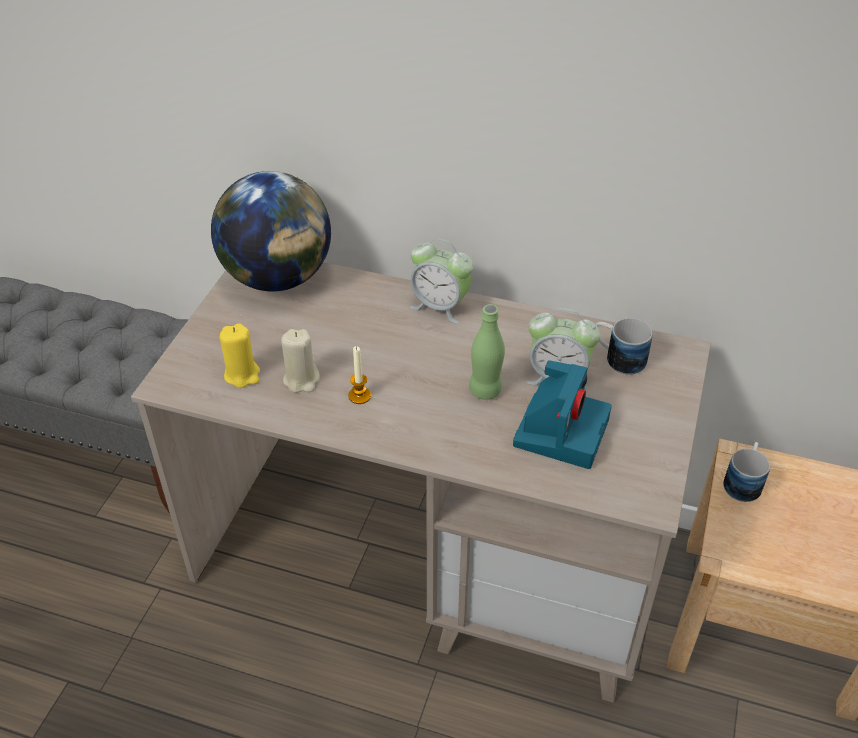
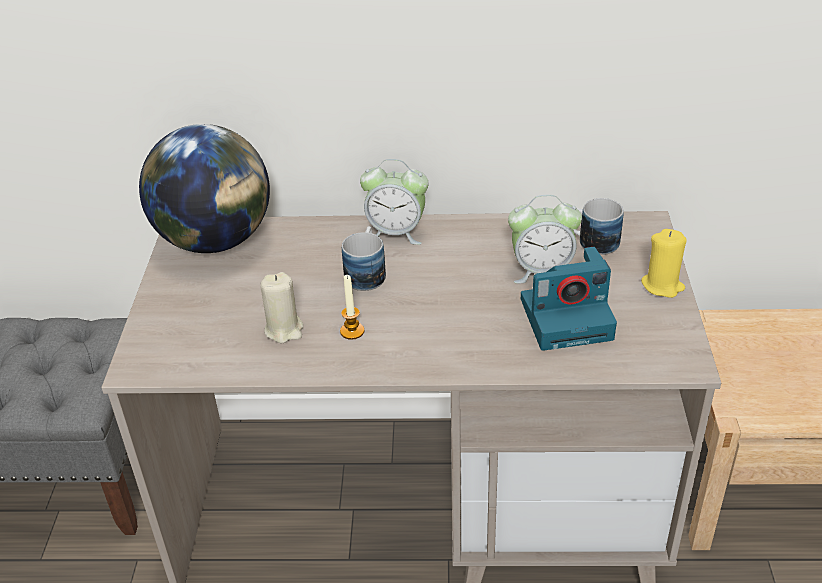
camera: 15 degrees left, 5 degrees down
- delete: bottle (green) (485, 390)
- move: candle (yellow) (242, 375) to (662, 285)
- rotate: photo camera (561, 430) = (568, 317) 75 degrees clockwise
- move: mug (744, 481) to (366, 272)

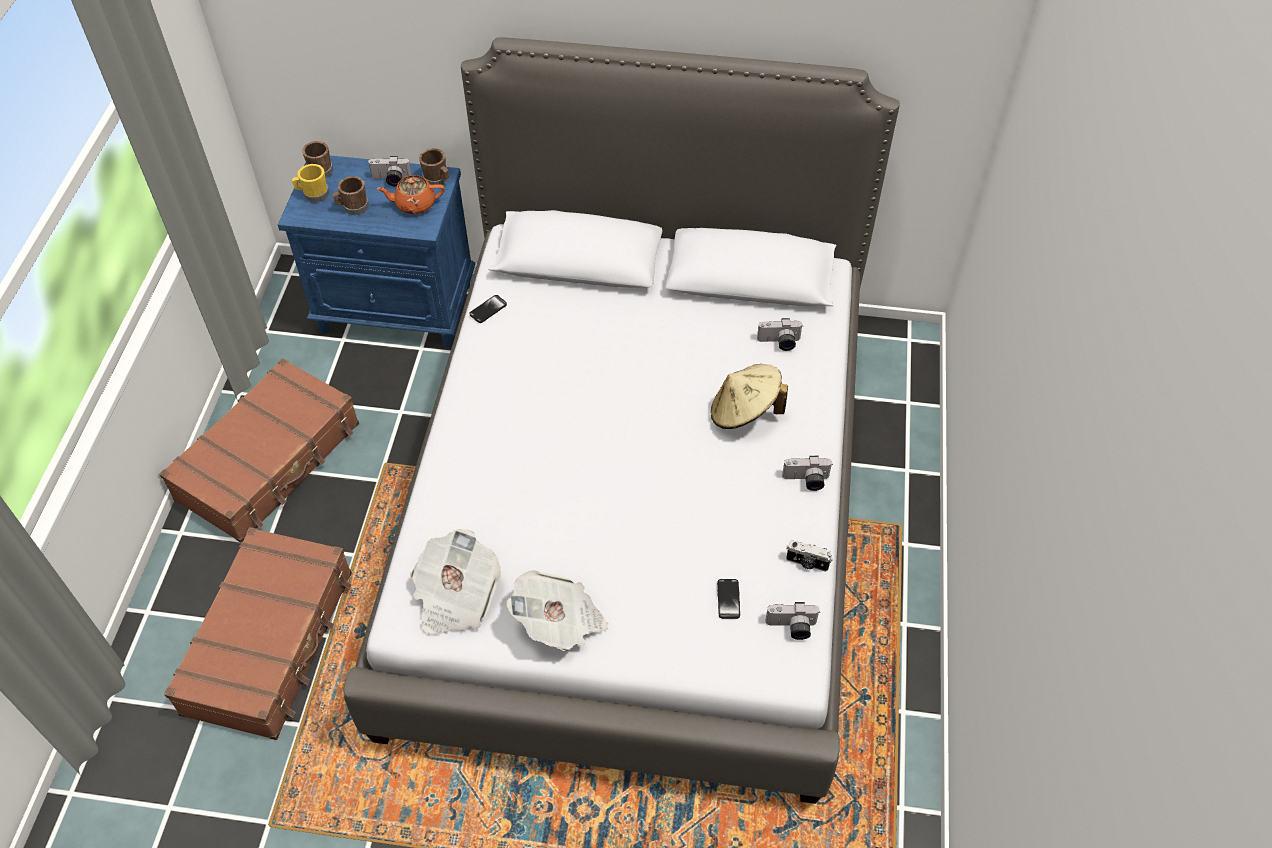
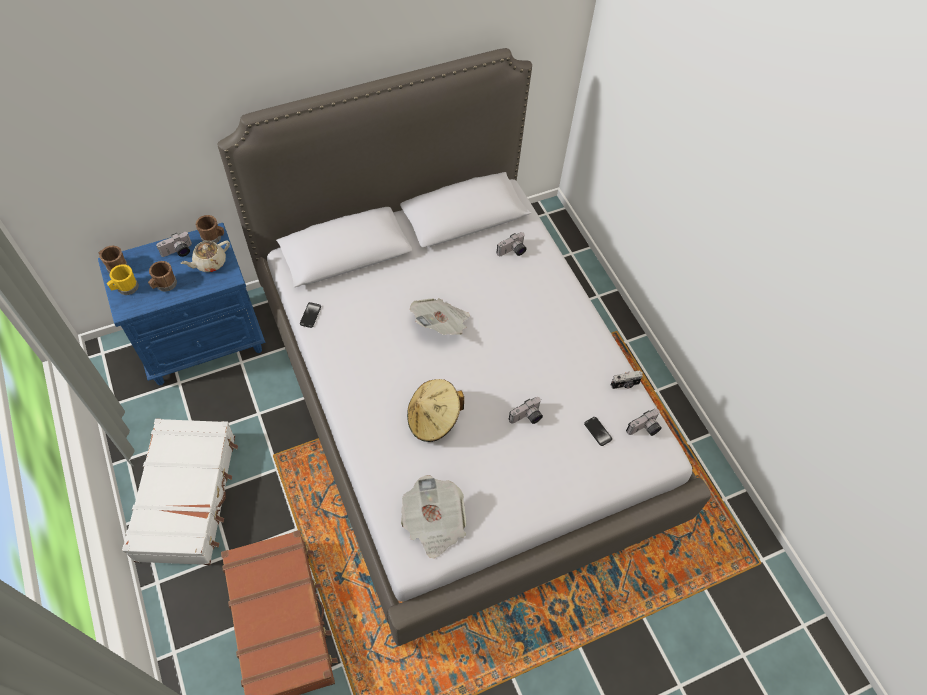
camera: 35 degrees left, 5 degrees up
- recolor: teapot (orange) (414, 204) to teapot (beige) (209, 263)
- recolor: suitcase (brown) (270, 461) to suitcase (white) (188, 496)
- move: hat (beige) (744, 412) to (433, 419)
- move: photo camera (806, 481) to (527, 418)
- move: newspaper (559, 622) to (441, 324)

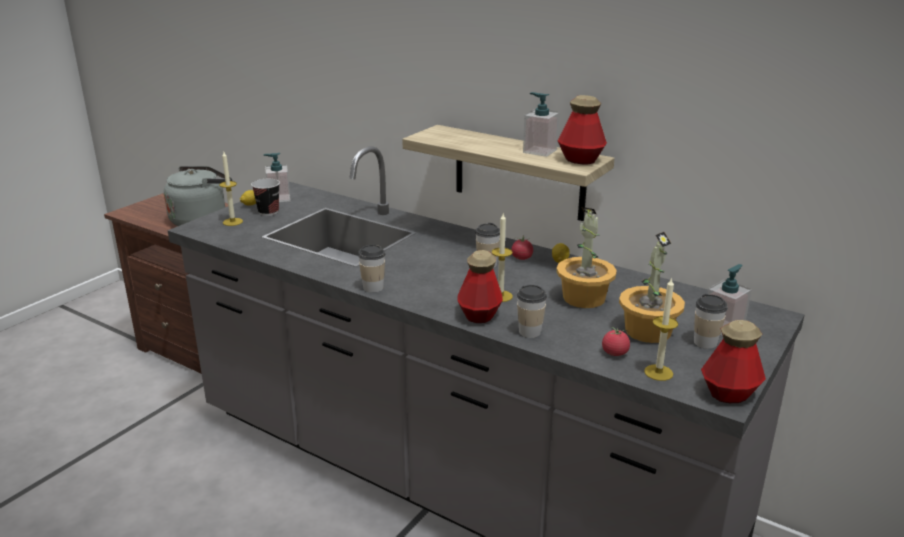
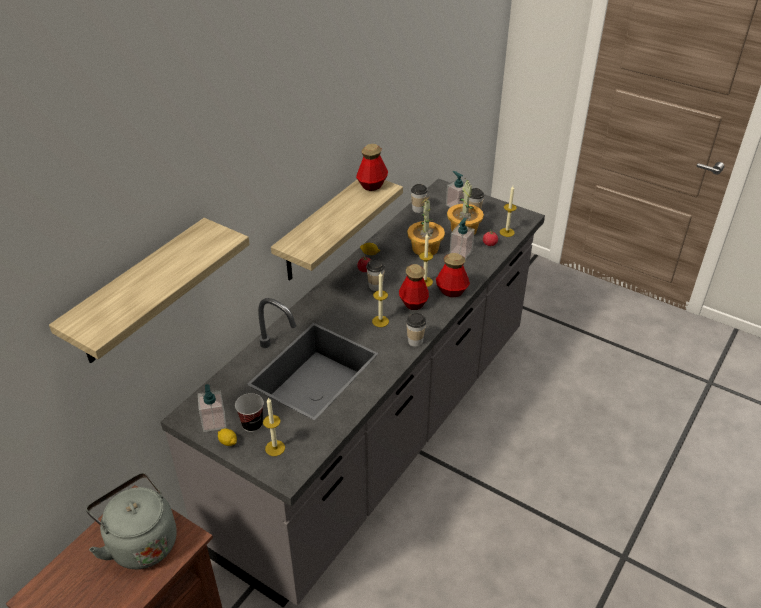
camera: 90 degrees left, 15 degrees up
- move: soap dispenser (539, 151) to (461, 252)
- move: cup (530, 332) to (418, 209)
- move: bottle (729, 394) to (413, 303)
- insert: shelf (139, 293)
- insert: candle (380, 321)

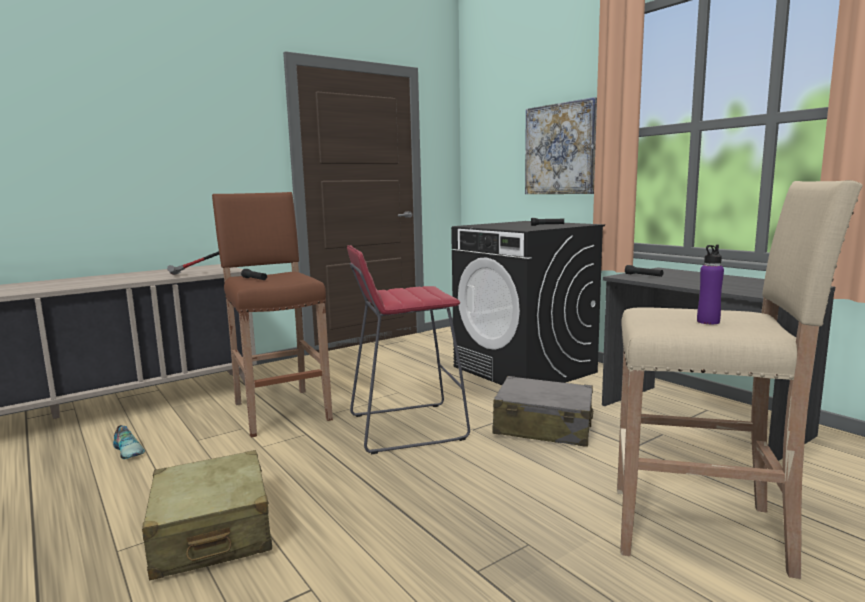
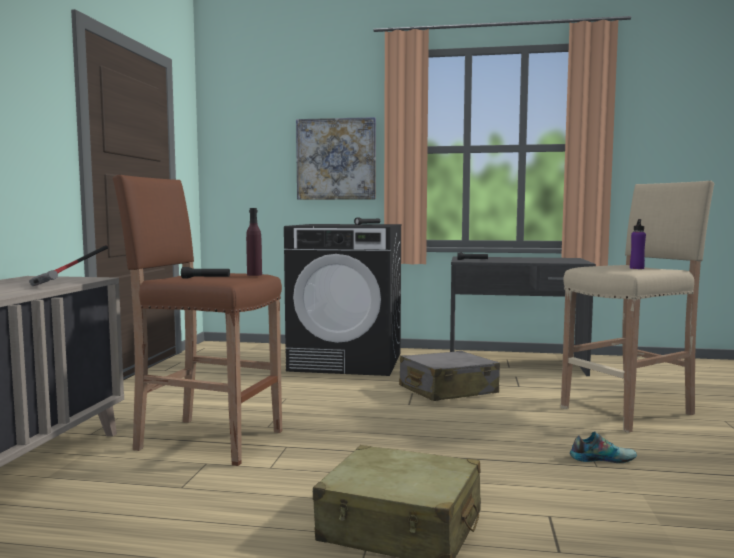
camera: 45 degrees left, 5 degrees down
- delete: stool (red) (406, 427)
- move: shoe (129, 450) to (601, 458)
- insert: bottle (purple) (254, 275)

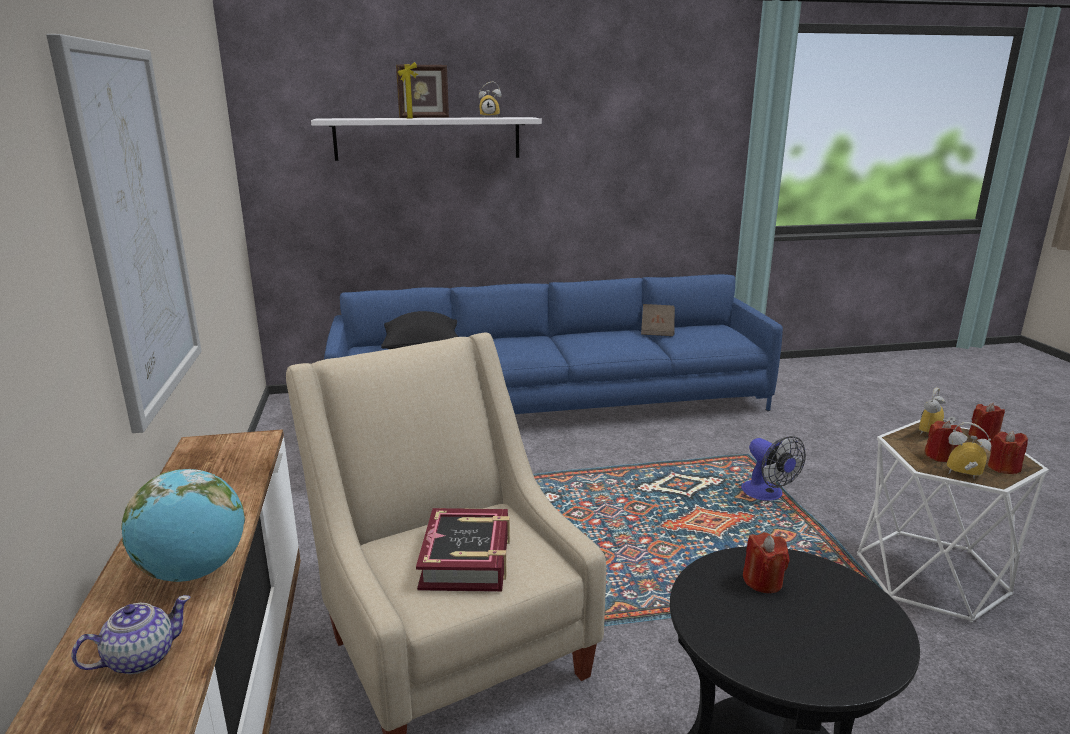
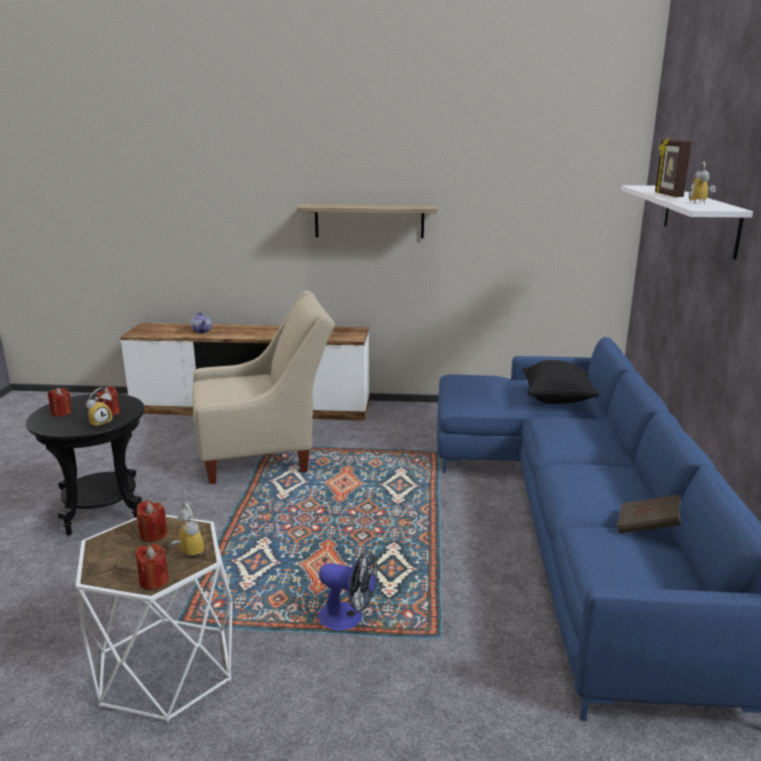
camera: 105 degrees right, 0 degrees up
- replace: picture (135, 229) to shelf (369, 221)
- move: alarm clock (962, 476) to (100, 423)
- move: candle (red) (1003, 468) to (61, 413)
- rotate: fan (767, 494) = (348, 618) 150 degrees counterclockwise
- delete: globe (194, 571)
- delete: book (467, 559)

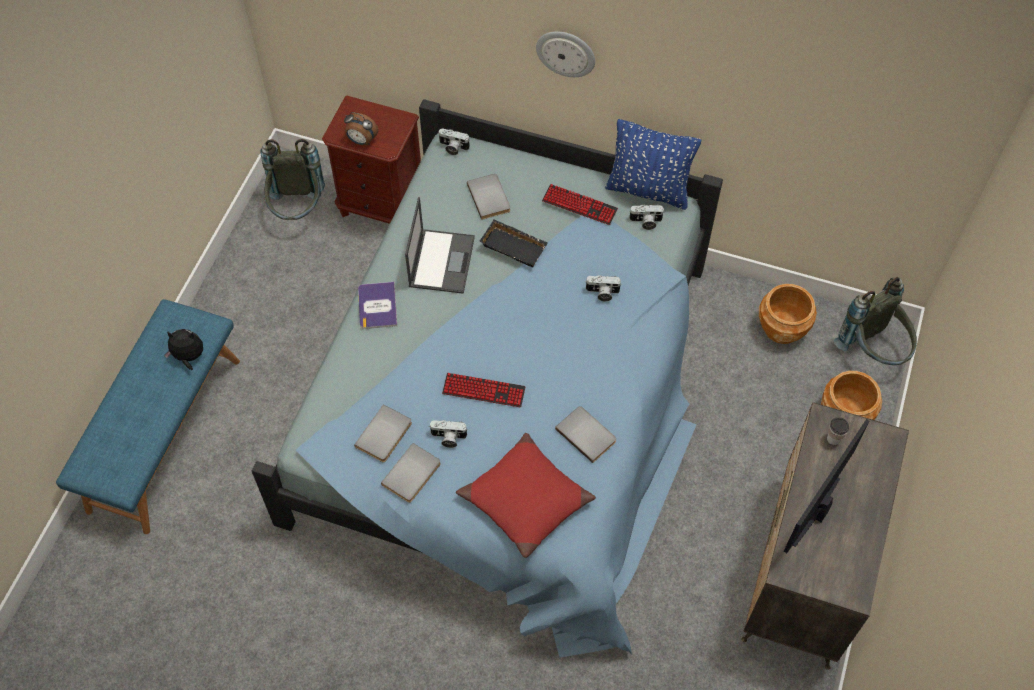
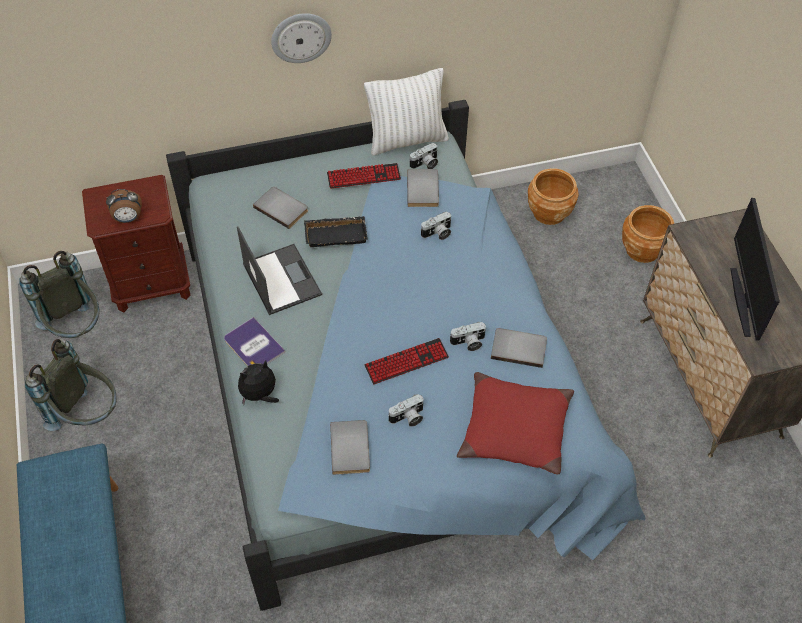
camera: 35 degrees left, 5 degrees down
- recolor: pillow (blue) (648, 190) to pillow (white) (407, 140)
- move: photo camera (453, 147) to (468, 343)
- move: backpack (grey) (873, 351) to (88, 415)
- move: plush toy (189, 357) to (260, 395)
- delete: cup (833, 439)
- move: book (grey) (413, 475) to (424, 189)

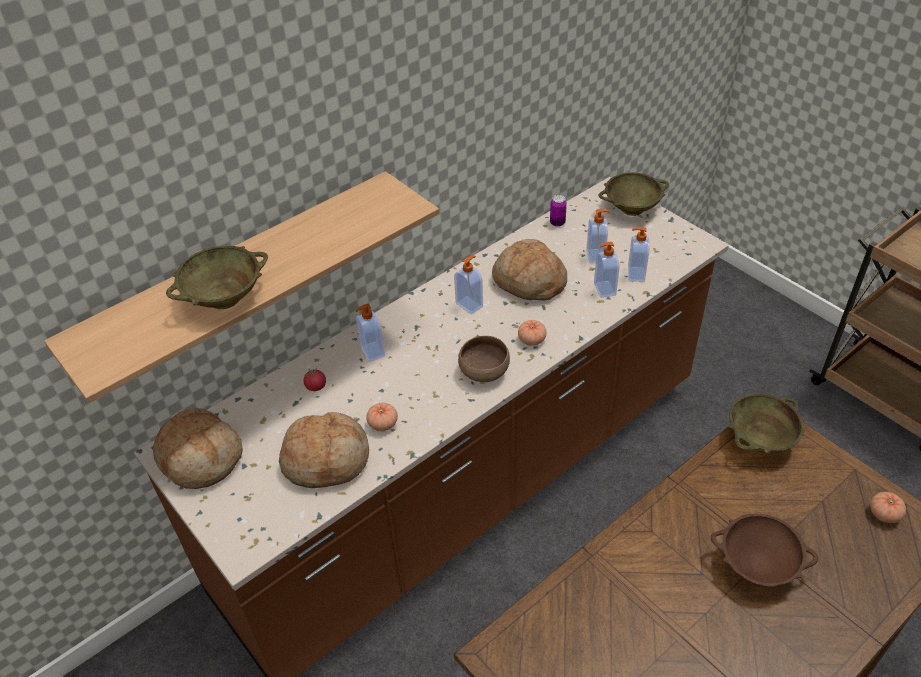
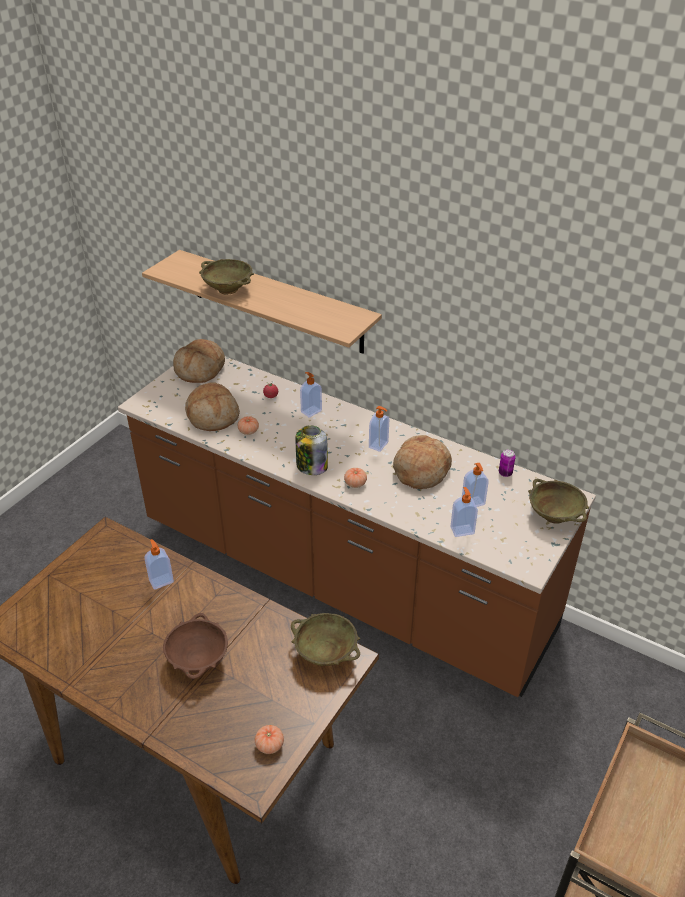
camera: 70 degrees right, 5 degrees down
- move: soap dispenser (603, 289) to (161, 580)
- replace: bowl (brown) (484, 373) to jar (311, 466)

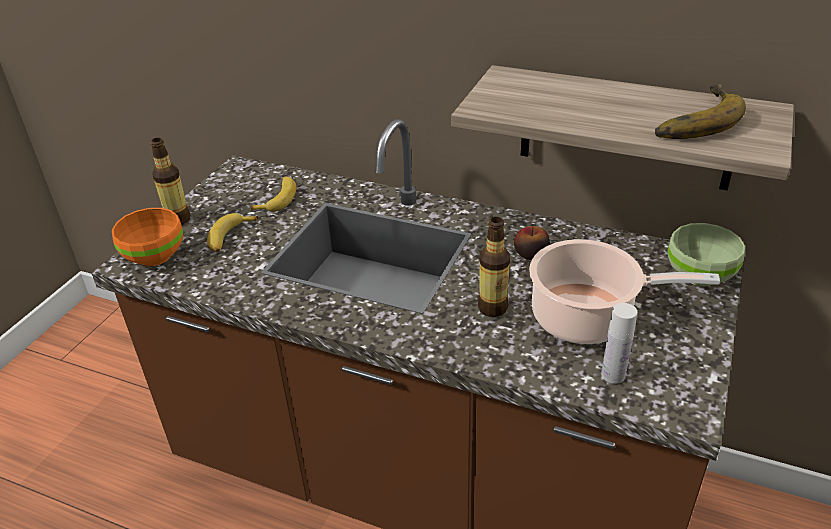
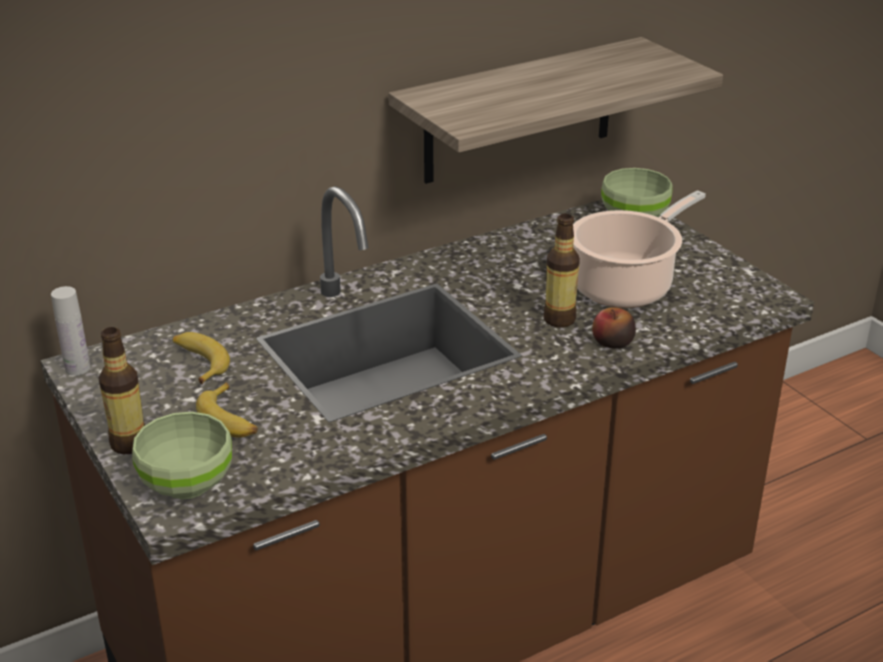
camera: 55 degrees left, 5 degrees down
- delete: banana (691, 119)
- recolor: bowl (orange) (155, 255) to bowl (green) (185, 483)
- move: apple (531, 254) to (612, 342)
- move: bottle (white) (613, 375) to (77, 368)

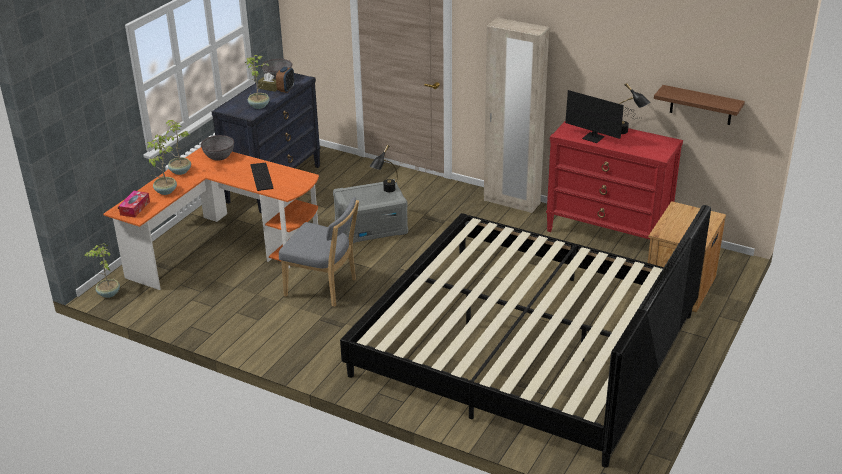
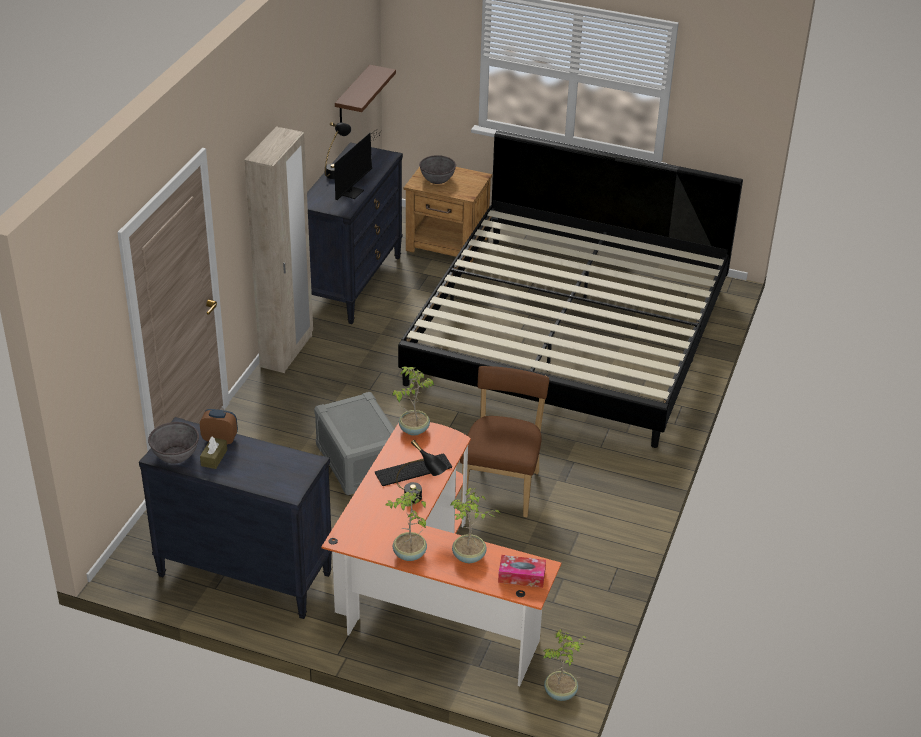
camera: 100 degrees left, 5 degrees up
- move: potted plant (259, 106) to (413, 429)
- recolor: dresser (red) (608, 233) to dresser (black) (352, 283)
- move: bowl (grey) (219, 156) to (437, 179)
- move: table lamp (black) (385, 191) to (420, 500)
- recolor: chair (grey) (324, 288) to chair (brown) (502, 486)

